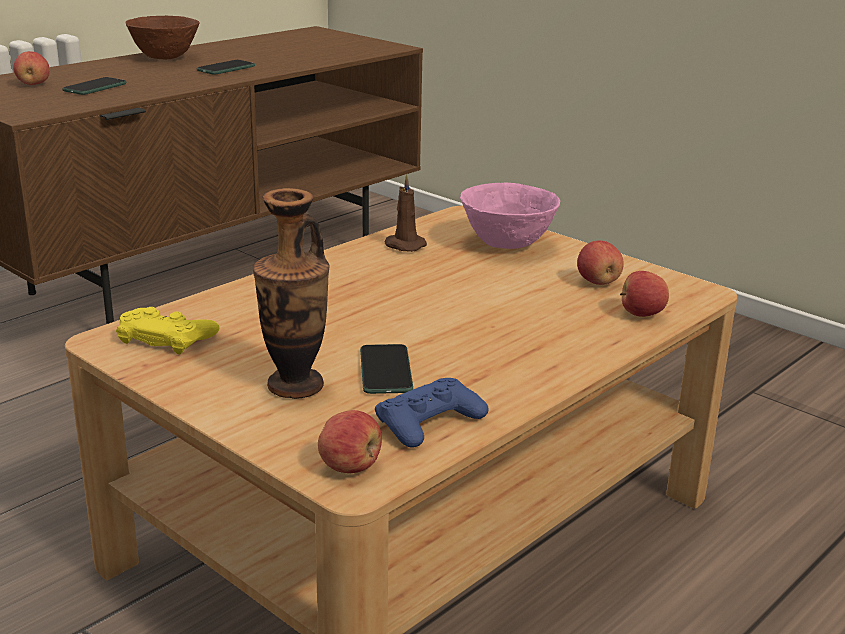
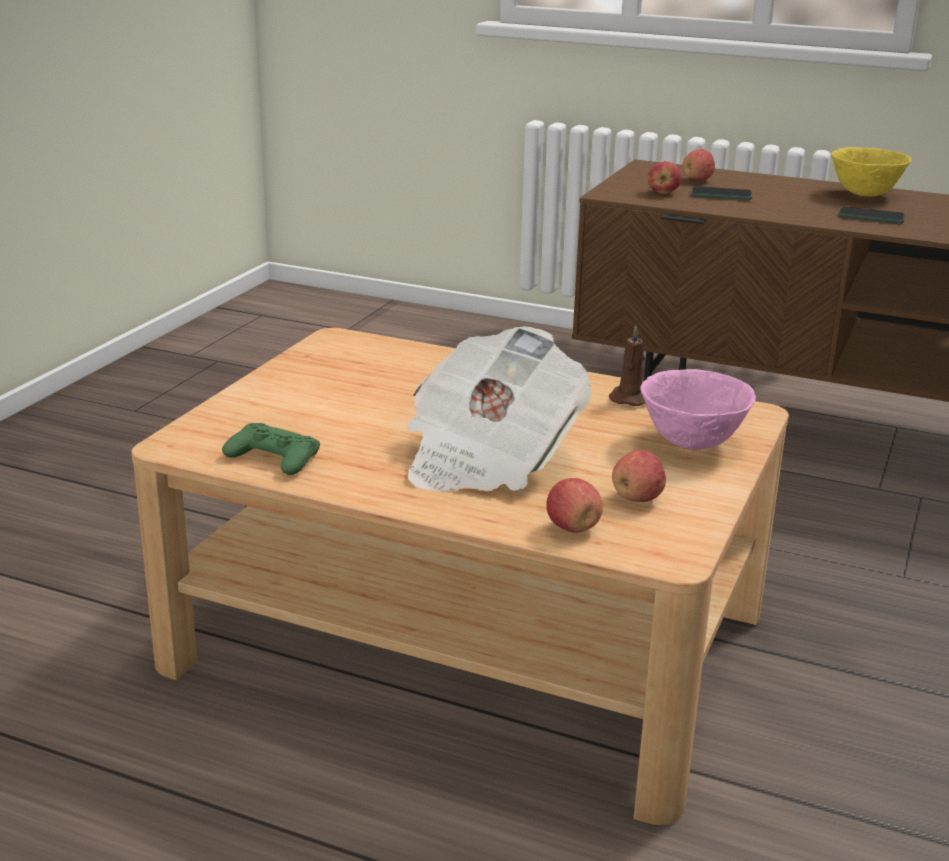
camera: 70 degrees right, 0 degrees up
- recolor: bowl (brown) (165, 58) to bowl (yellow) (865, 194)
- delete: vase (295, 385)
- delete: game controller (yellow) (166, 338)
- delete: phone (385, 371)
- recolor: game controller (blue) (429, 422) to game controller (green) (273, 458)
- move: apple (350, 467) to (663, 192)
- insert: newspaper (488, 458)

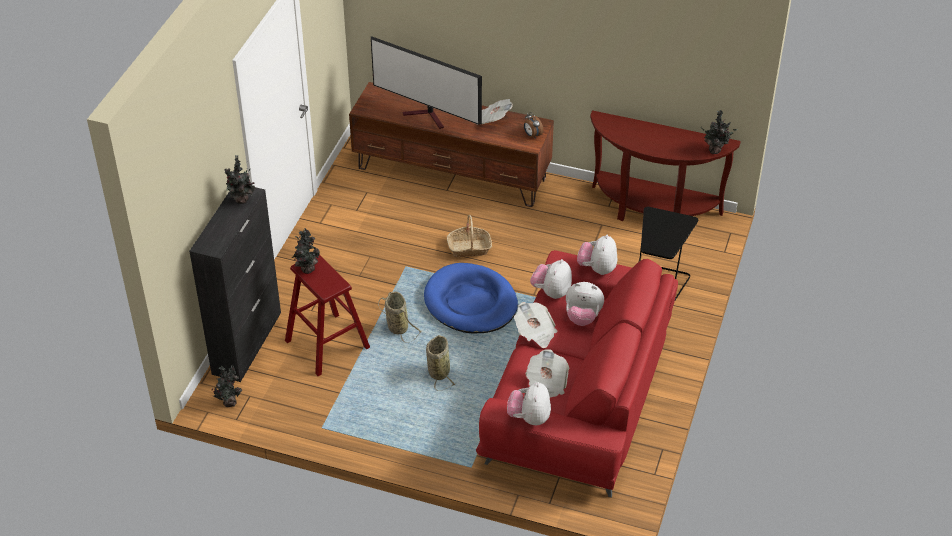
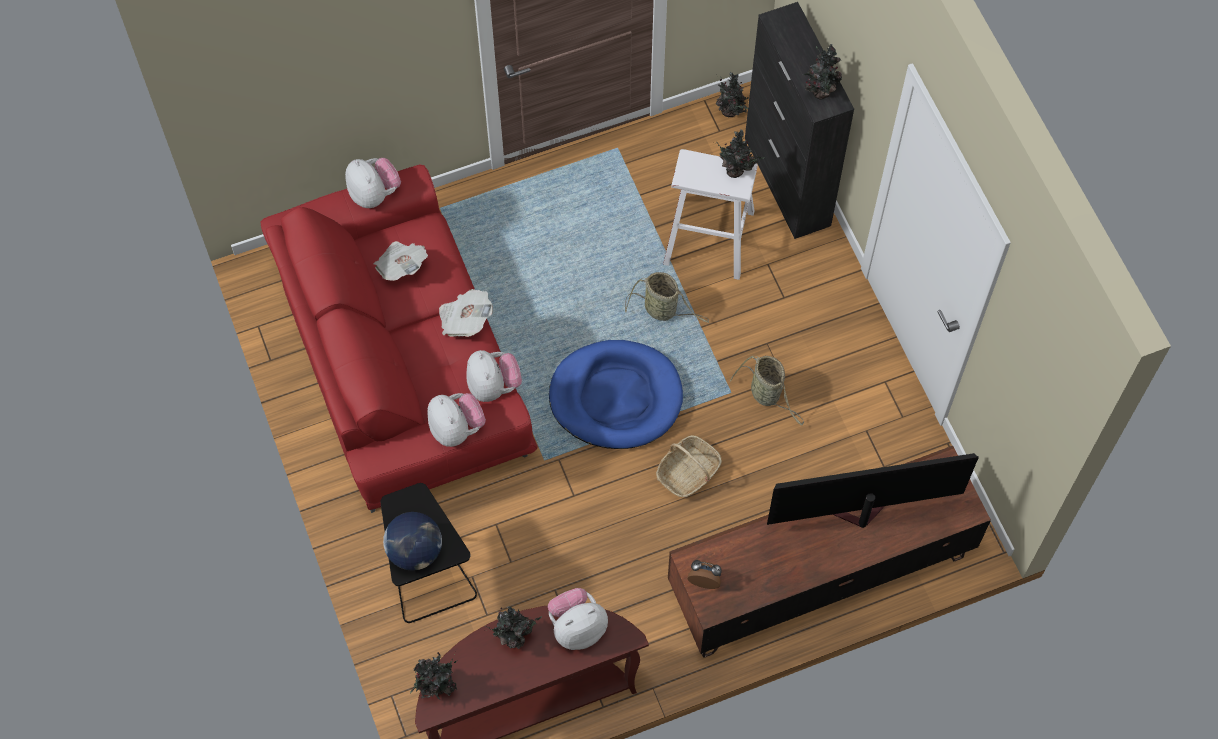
camera: 140 degrees right, 20 degrees up
- delete: newspaper (492, 120)
- recolor: stool (red) (327, 344) to stool (white) (709, 237)
- move: plush toy (582, 317) to (577, 627)
- move: basket (439, 370) to (767, 394)
- insert: globe (415, 551)
- insert: potted plant (514, 636)

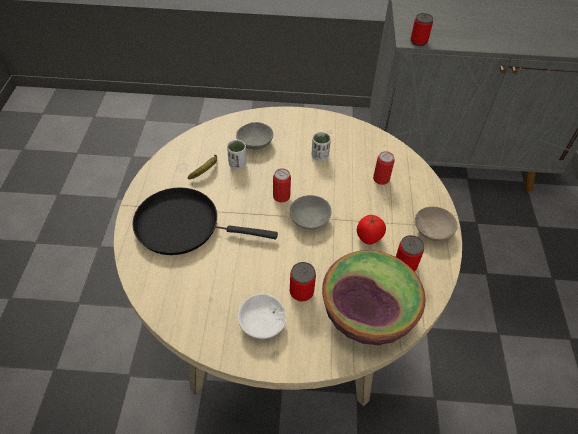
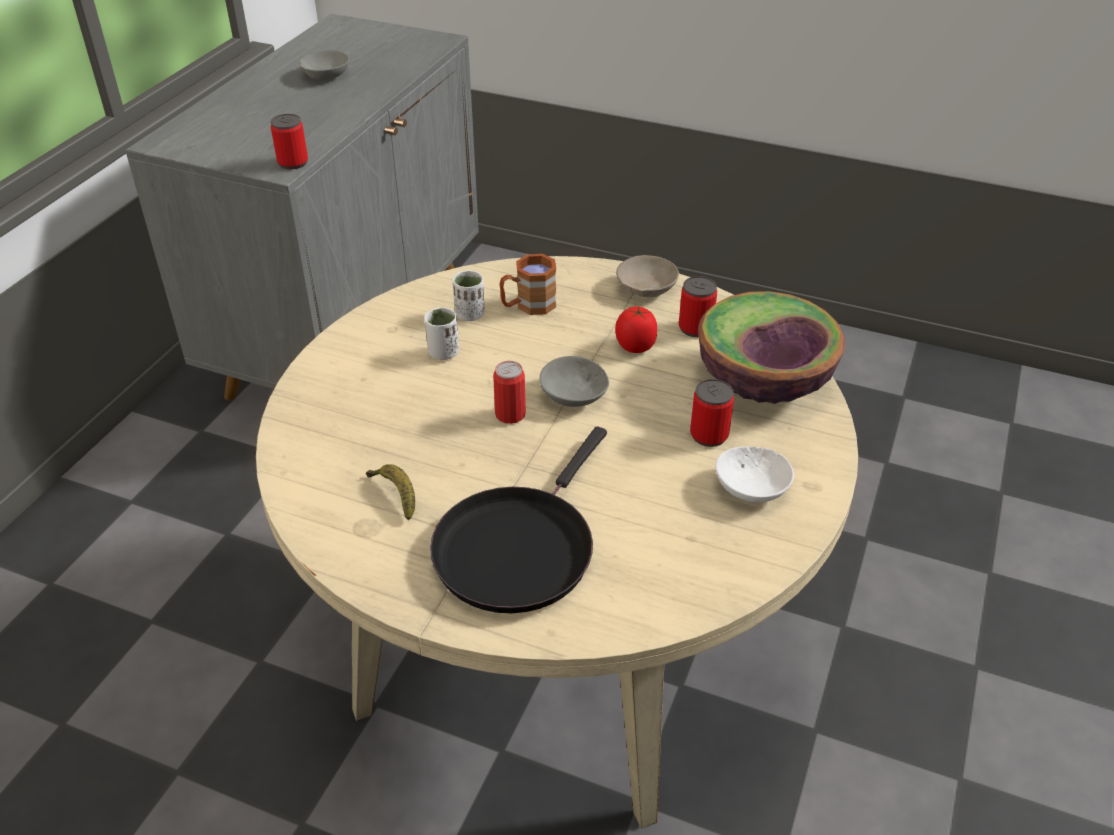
camera: 70 degrees left, 10 degrees down
- move: bowl (grey) (255, 143) to (328, 75)
- move: cup (white) (237, 164) to (470, 314)
- replace: can (381, 179) to mug (brown) (528, 306)

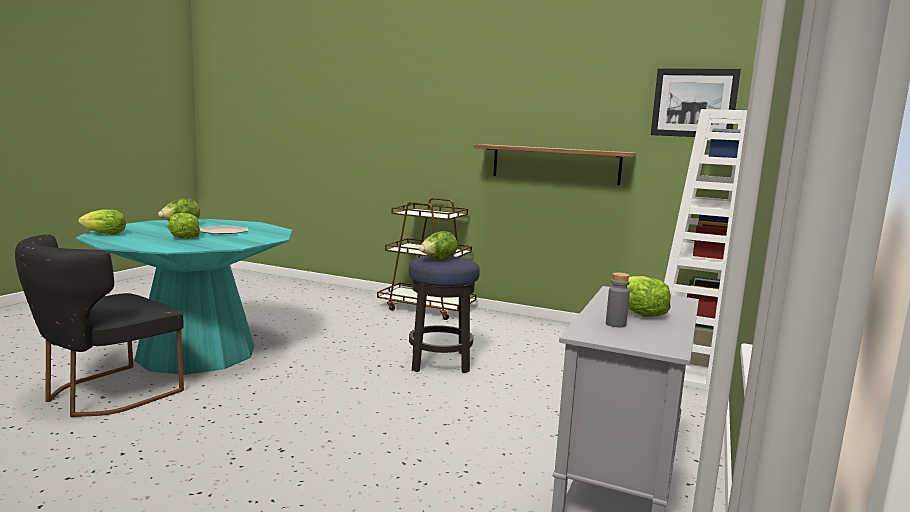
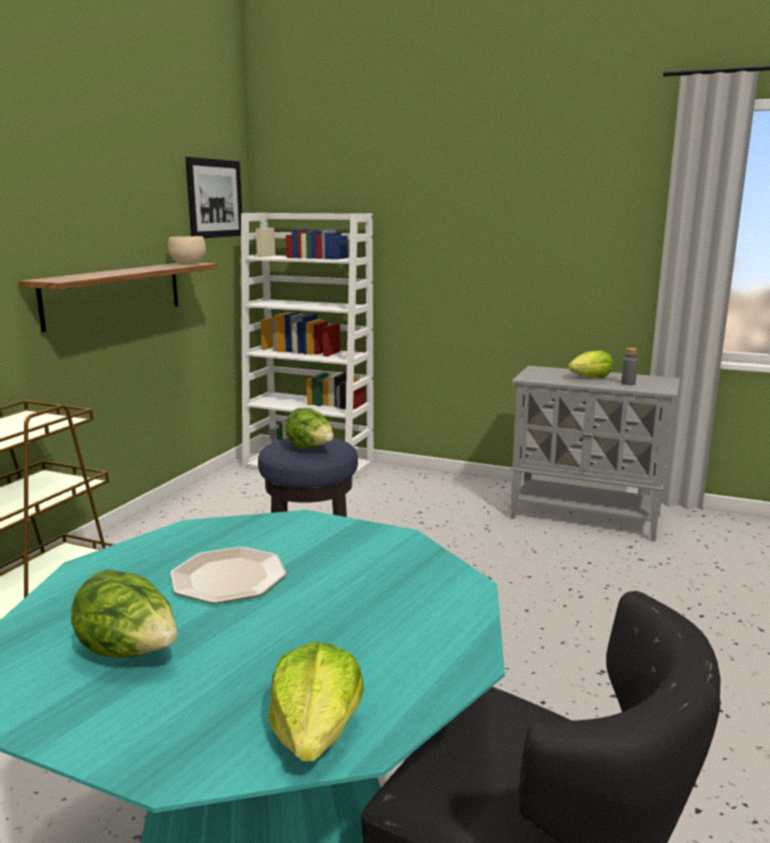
camera: 90 degrees left, 5 degrees up
- delete: lettuce (183, 237)
- insert: bowl (beige) (187, 264)

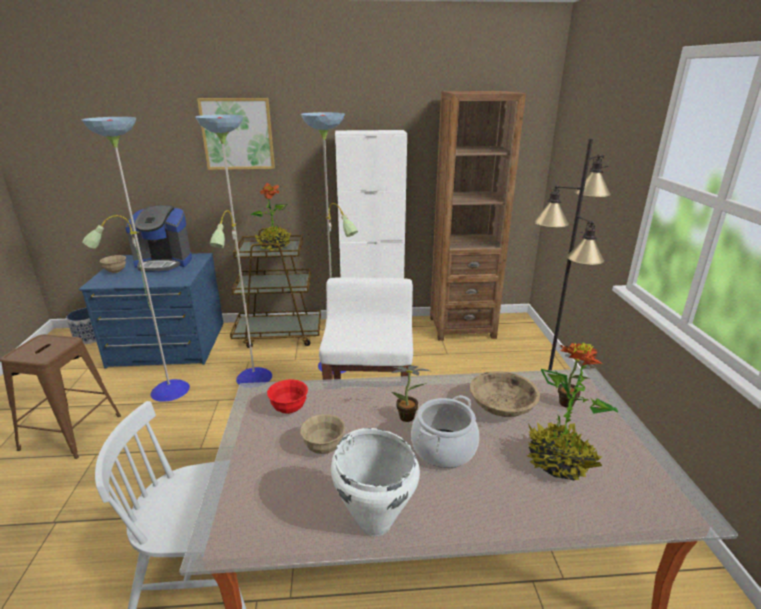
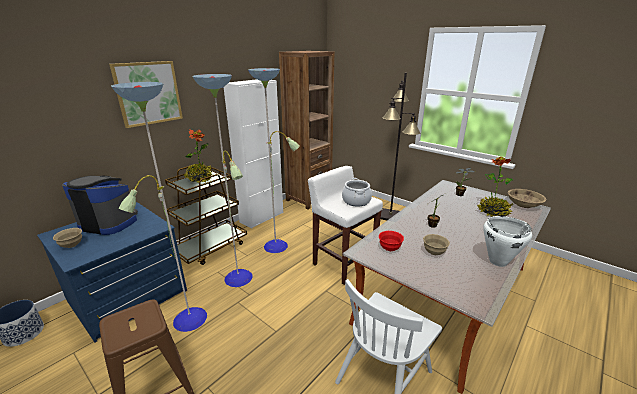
camera: 45 degrees left, 0 degrees up
- rotate: coffee machine (164, 263) = (109, 222) 120 degrees counterclockwise
- move: bowl (beige) (502, 407) to (523, 205)
- move: cooking pot (444, 448) to (356, 201)

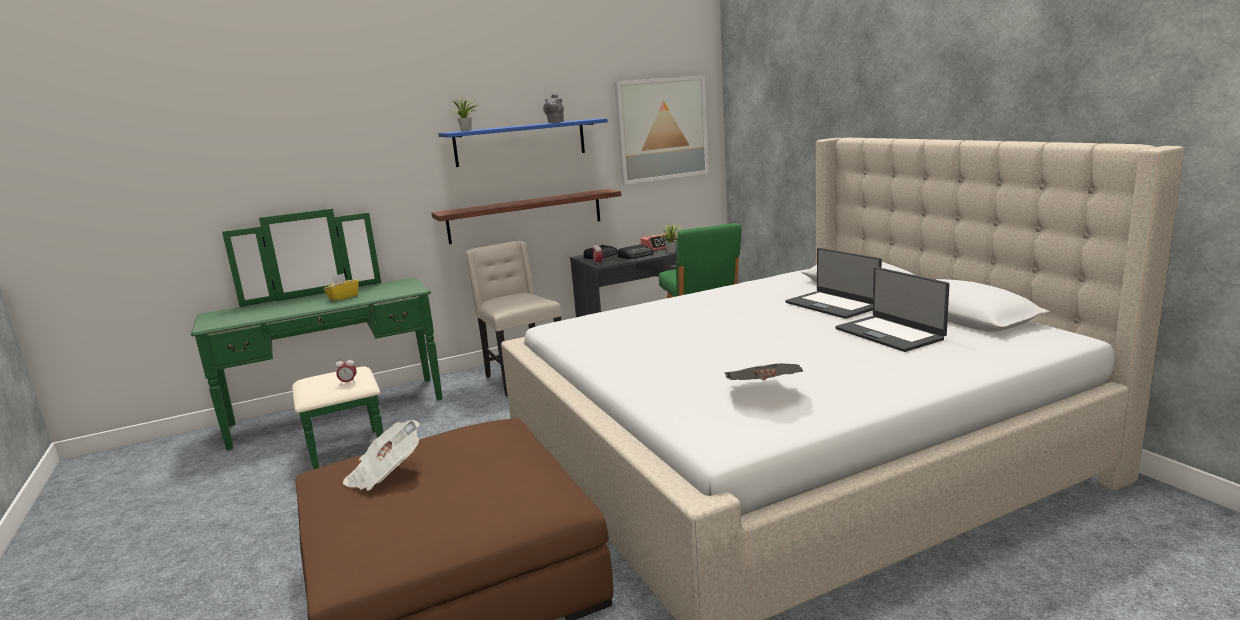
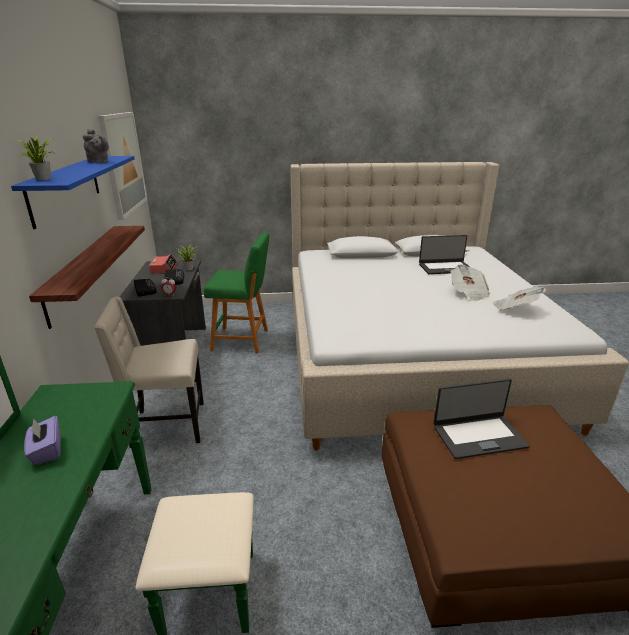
camera: 70 degrees left, 10 degrees up
- move: laptop (832, 305) to (478, 436)
- recolor: tissue box (yellow) (343, 297) to tissue box (purple) (47, 451)
- delete: alarm clock (348, 382)
- move: newspaper (385, 474) to (468, 293)

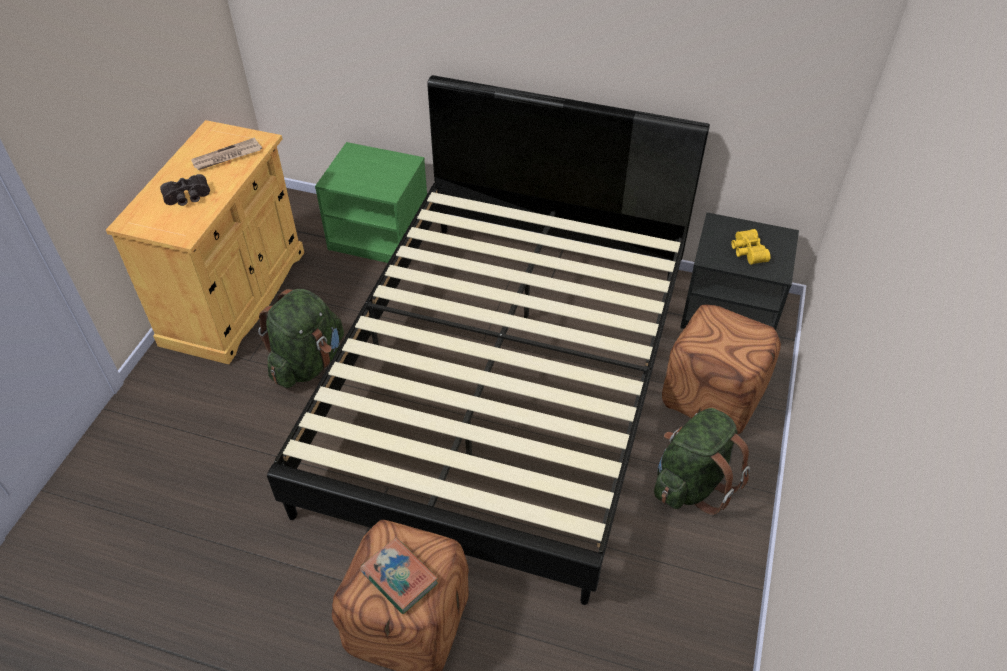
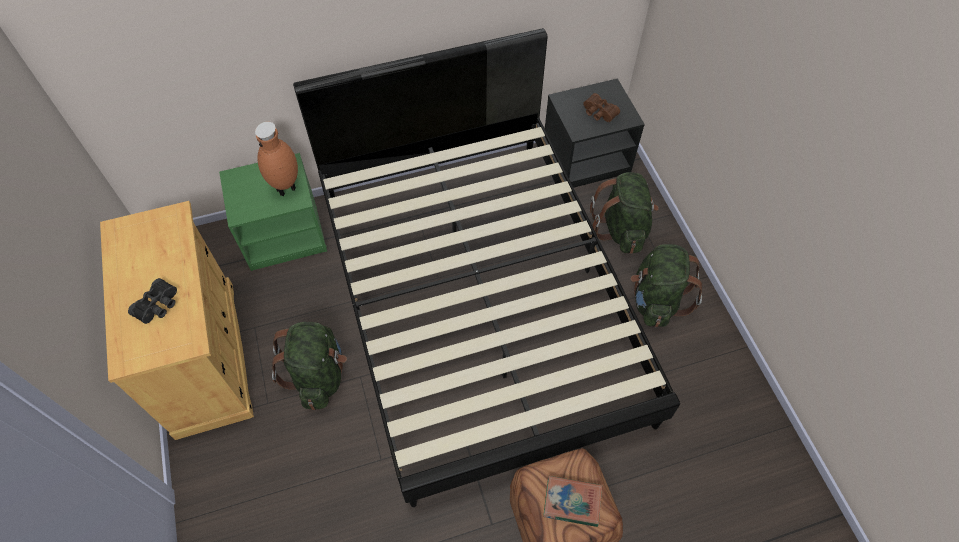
camera: 35 degrees left, 10 degrees up
- delete: newspaper (227, 157)
- recolor: binoculars (yellow) (747, 252) to binoculars (brown) (598, 113)
- replace: ottoman (brown) (712, 395) to backpack (green) (621, 229)
- insert: vase (brown) (287, 188)

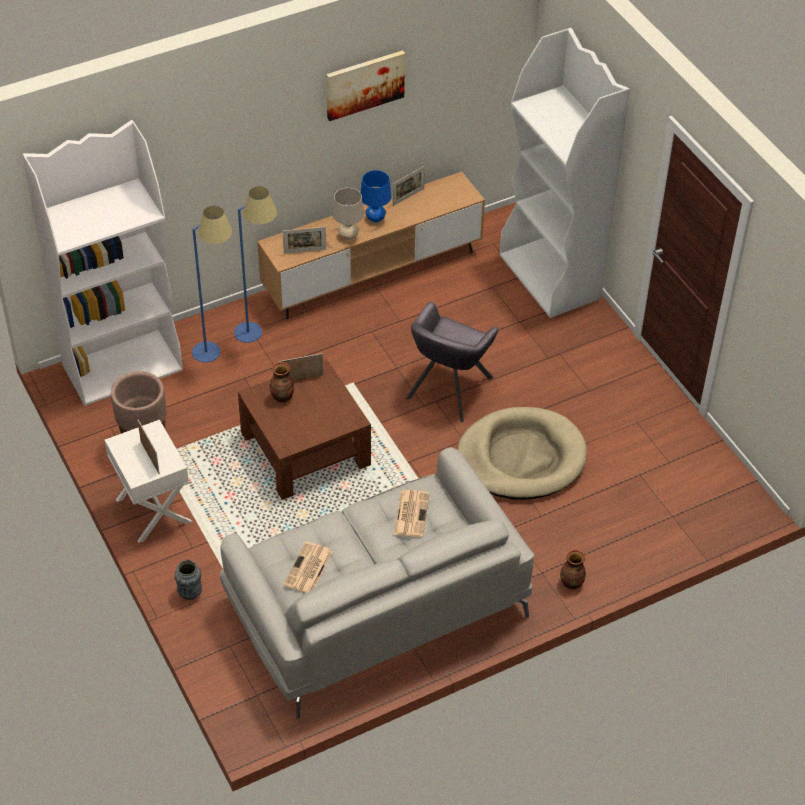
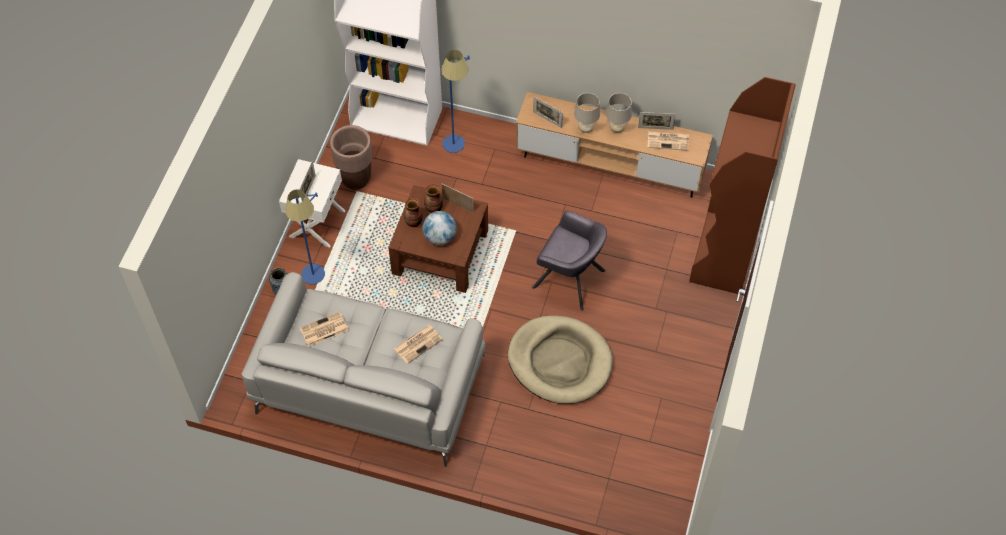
camera: 45 degrees right, 10 degrees up
- recolor: bookcase (white) (550, 277) to bookcase (brown) (723, 254)
- delete: picture (364, 84)
- recolor: table lamp (blue) (375, 218) to table lamp (beige) (617, 129)
- move: floor lamp (blue) (259, 336) to (316, 283)
- rotate: armchair (grey) (448, 388) = (569, 279) 135 degrees counterclockwise
- move: vase (572, 583) to (413, 222)
- insert: newspaper (668, 140)
- insert: globe (440, 237)

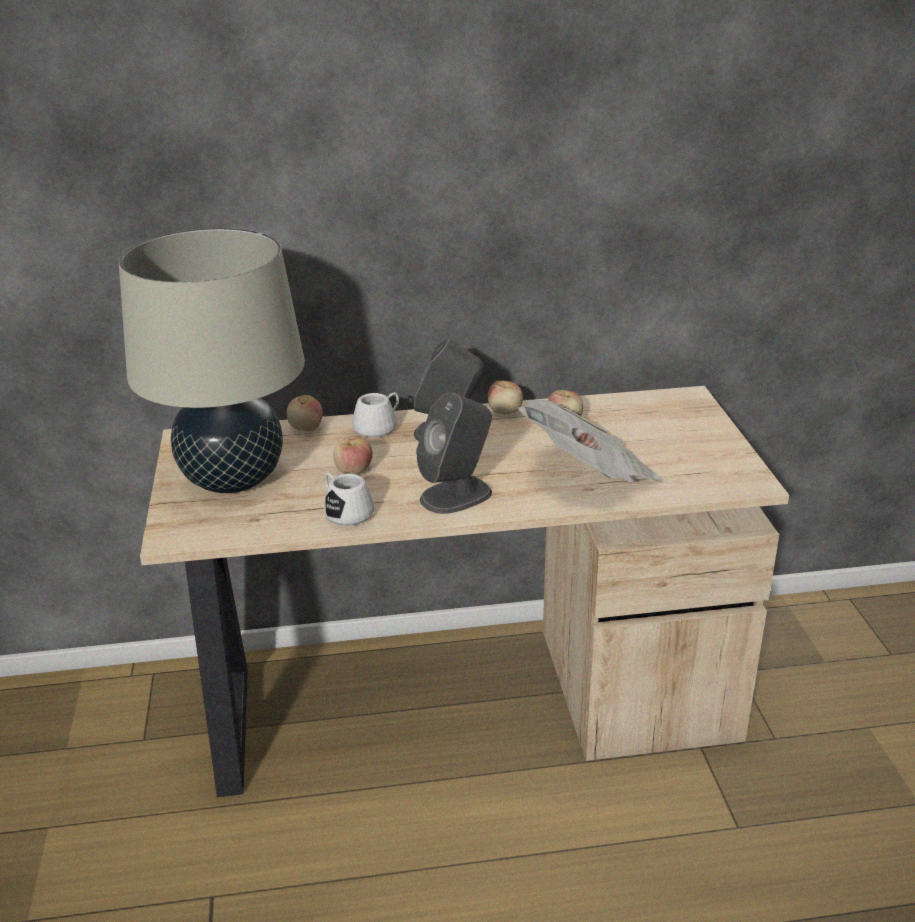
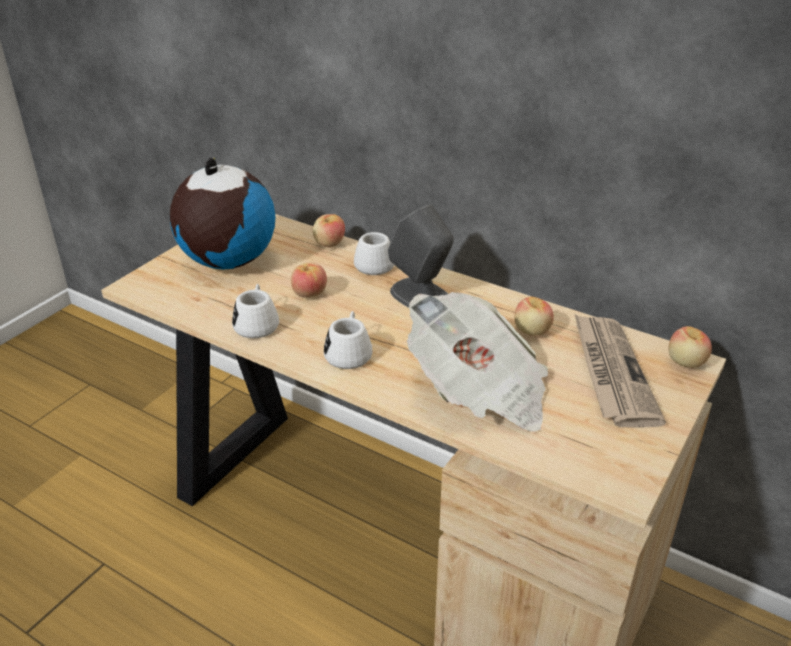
camera: 40 degrees right, 5 degrees up
- replace: table lamp (beige) (233, 480) to globe (227, 261)
- move: apple (505, 412) to (686, 362)
- replace: speaker (grey) (457, 495) to mug (white) (349, 352)
- insert: newspaper (611, 372)

